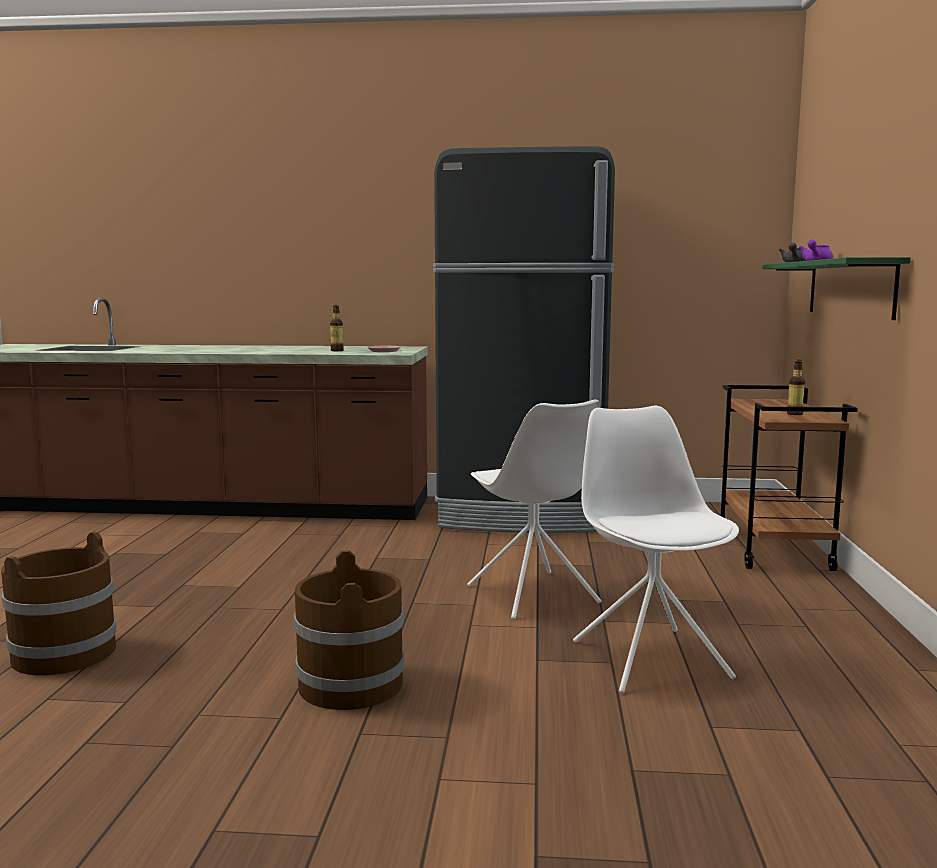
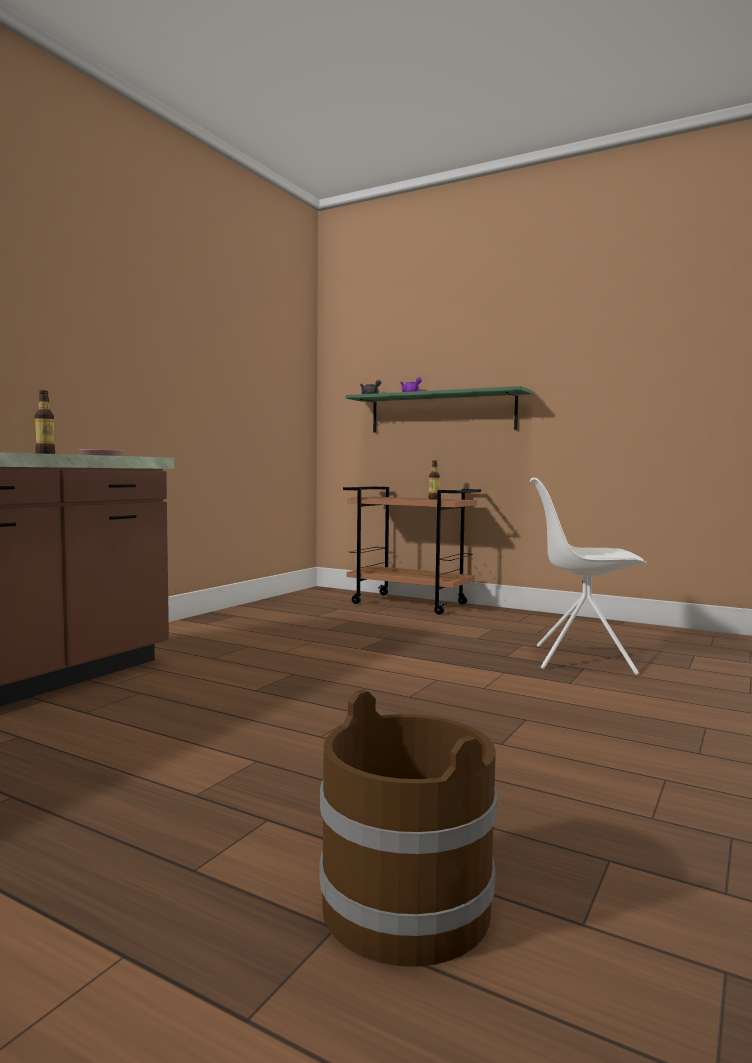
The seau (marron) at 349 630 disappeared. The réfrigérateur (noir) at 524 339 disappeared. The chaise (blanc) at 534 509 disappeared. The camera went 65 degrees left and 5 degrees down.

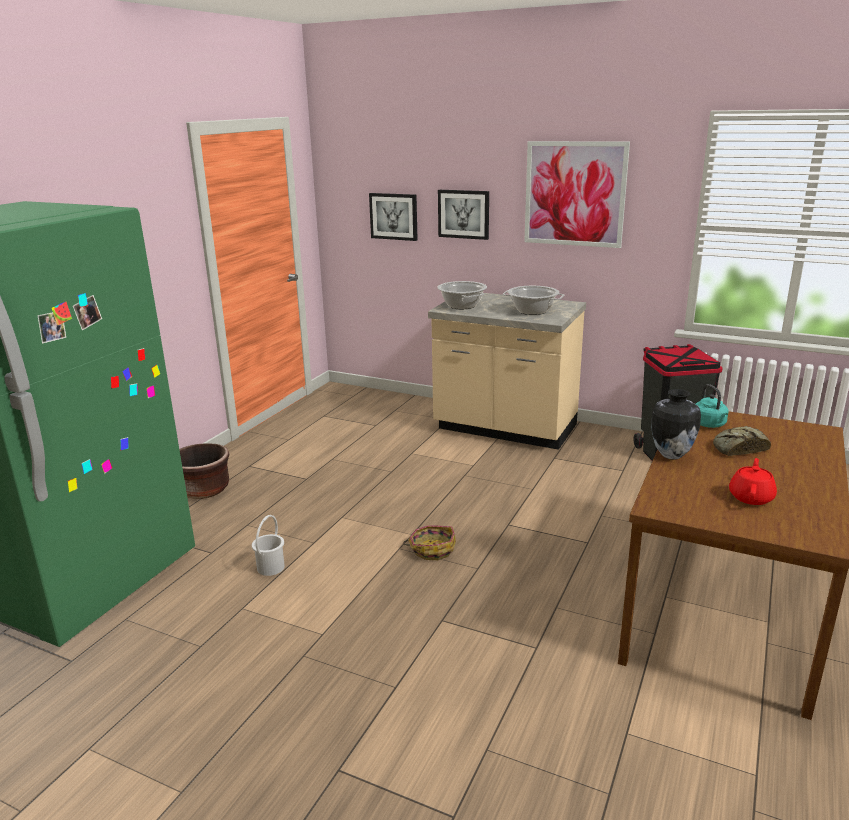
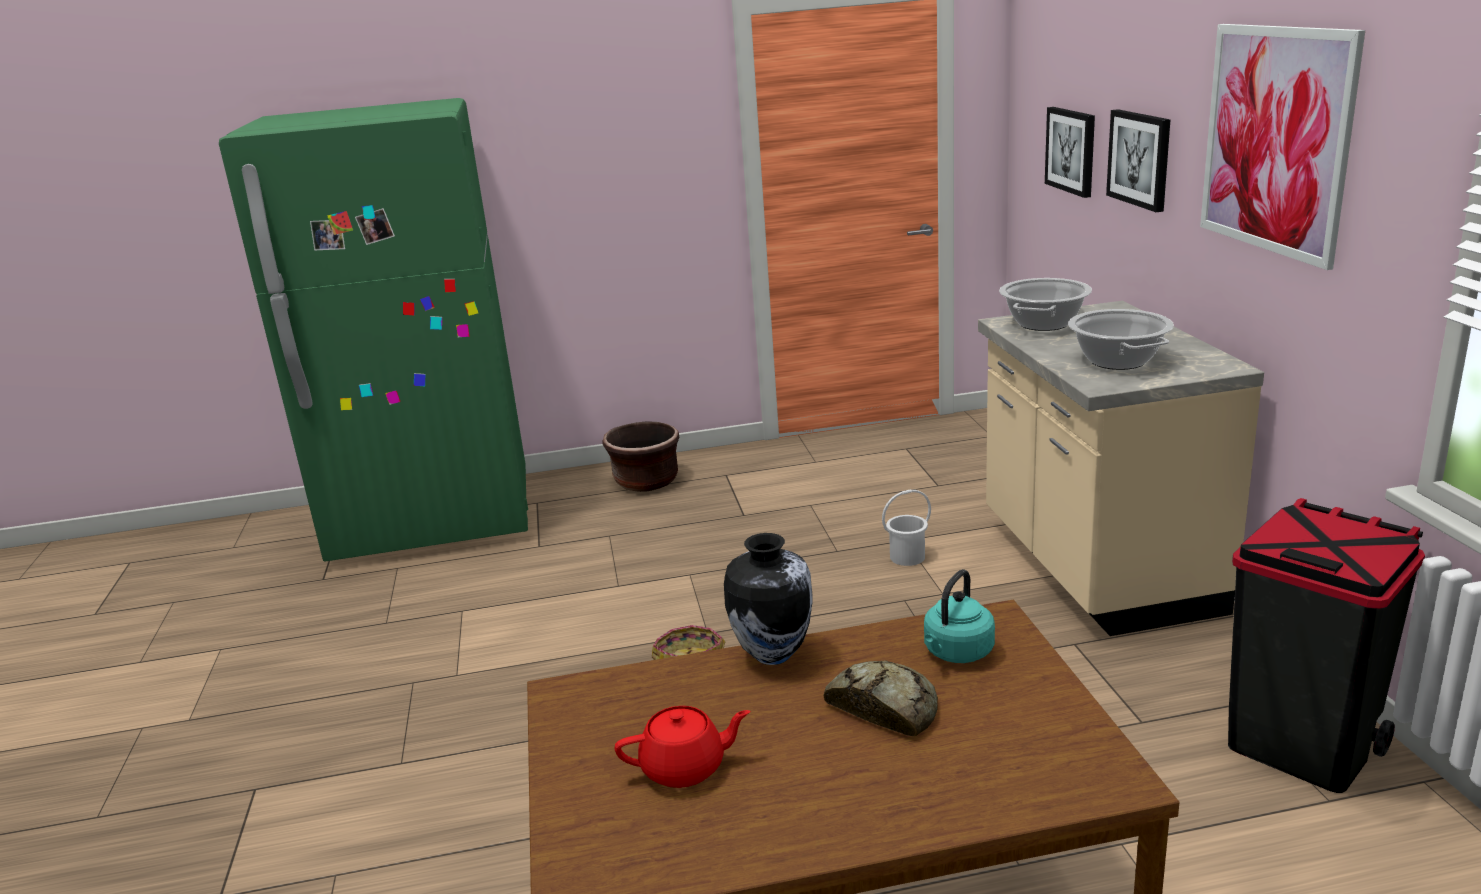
The seau (blanc) moved from 268 545 to 906 528. The camera went 55 degrees right and 0 degrees up.

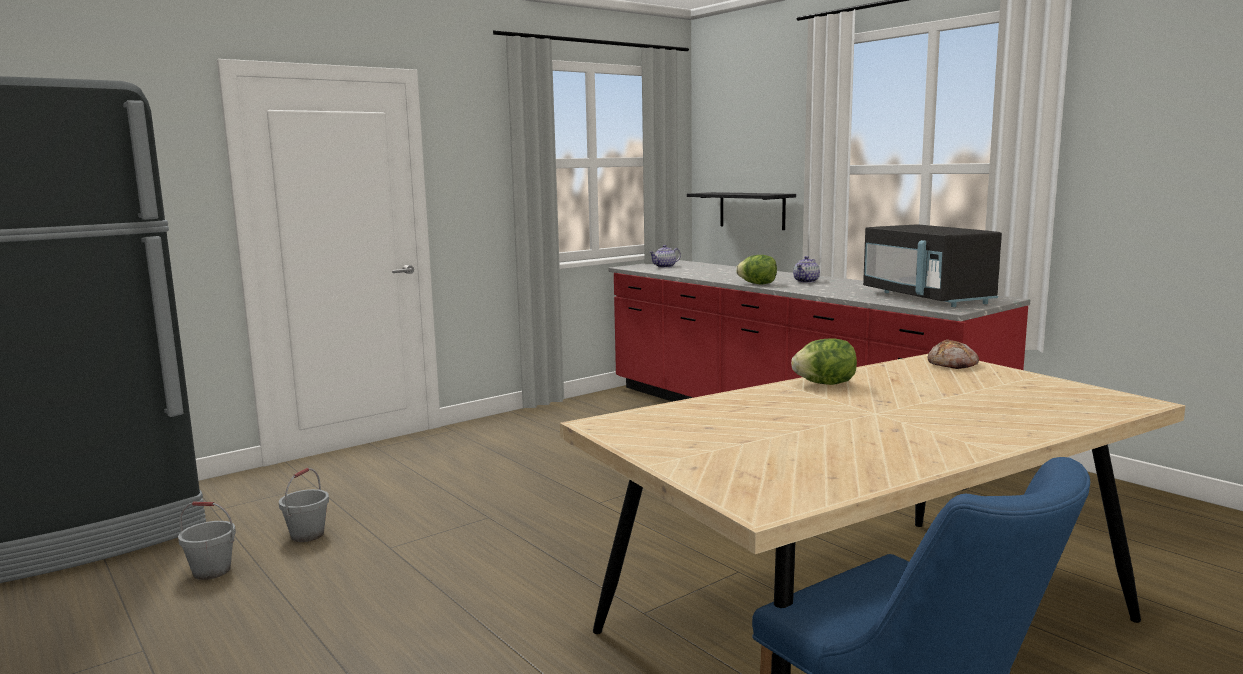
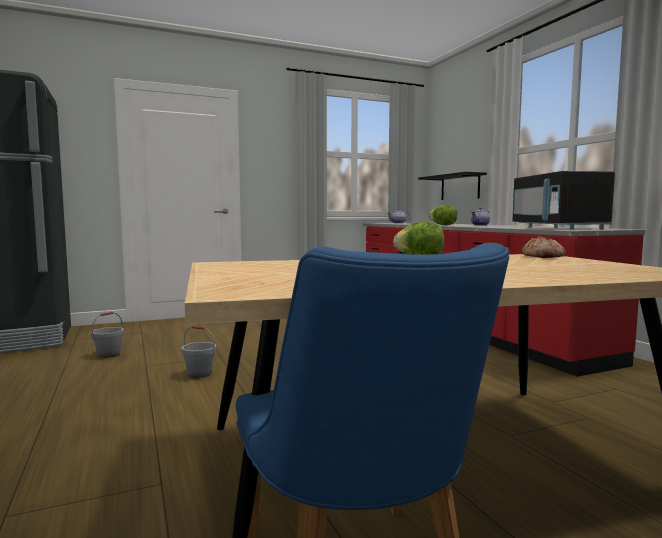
The seau (gris) moved from 207 541 to 199 352. The camera went 15 degrees right and 5 degrees down.

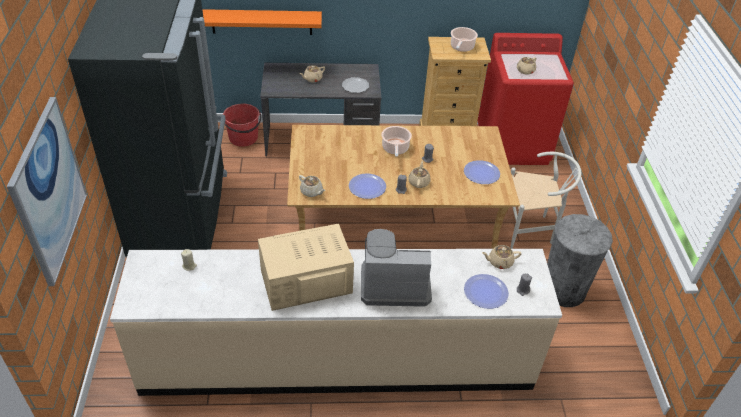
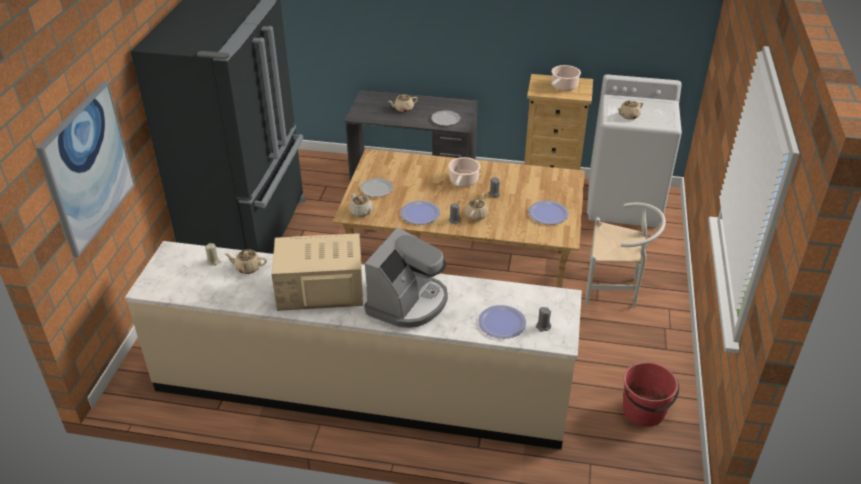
The étagère (orange) at 262 22 disappeared. The poubelle (gris) at 580 260 disappeared. The assiette at 376 187 appeared. The seau (rouge) moved from 242 125 to 651 394. The théière (beige) moved from 501 257 to 246 261. The lave-linge (rouge) at 526 99 became the lave-linge (blanc) at 634 150. The machine à café at 396 268 turned 105 degrees clockwise. The camera went 15 degrees right and 5 degrees down.

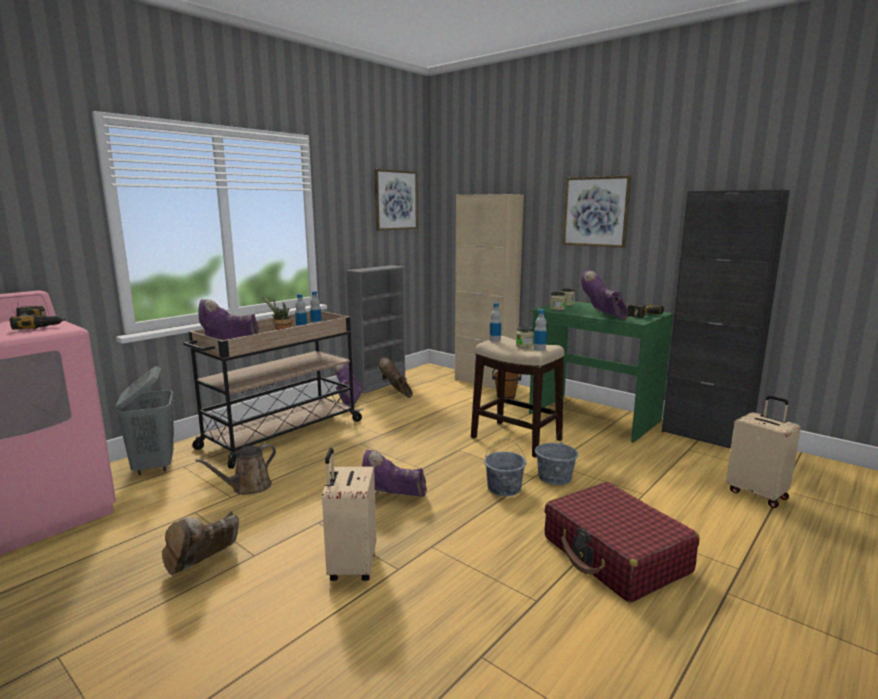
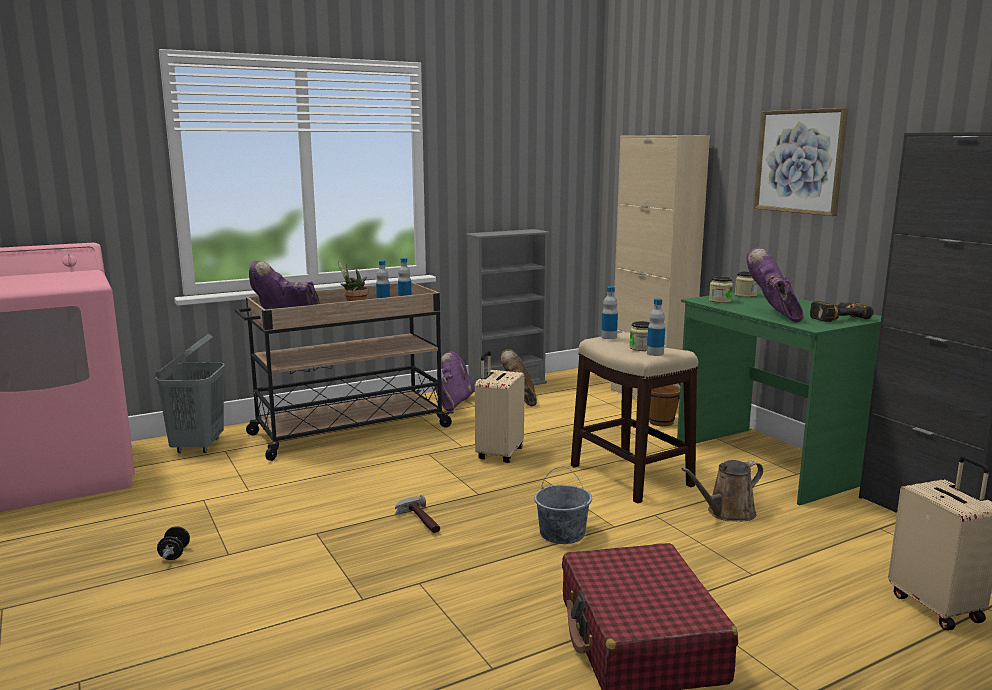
The perceuse at 37 318 disappeared. The tableau at 396 200 disappeared. The seau (gris) at 556 457 disappeared. The arrosoir (marron) moved from 235 469 to 722 490. The valise (beige) moved from 349 514 to 500 407. The botte (marron) at 200 543 was replaced by the haltère (noir) at 173 543. The botte (violet) at 394 473 was replaced by the marteau at 417 514. The camera went 20 degrees right and 0 degrees up.

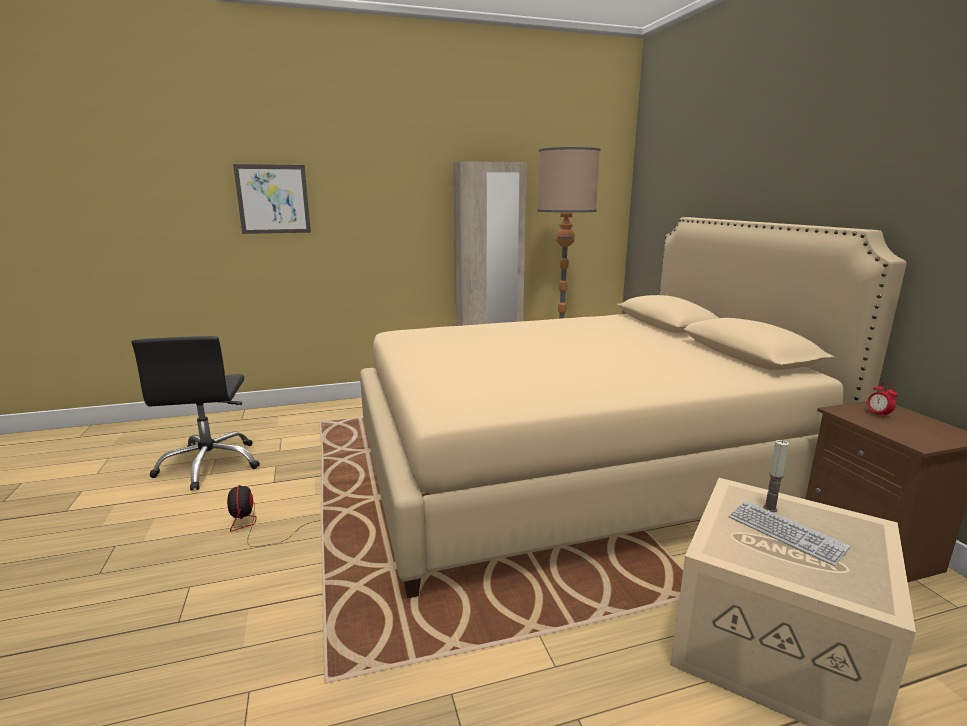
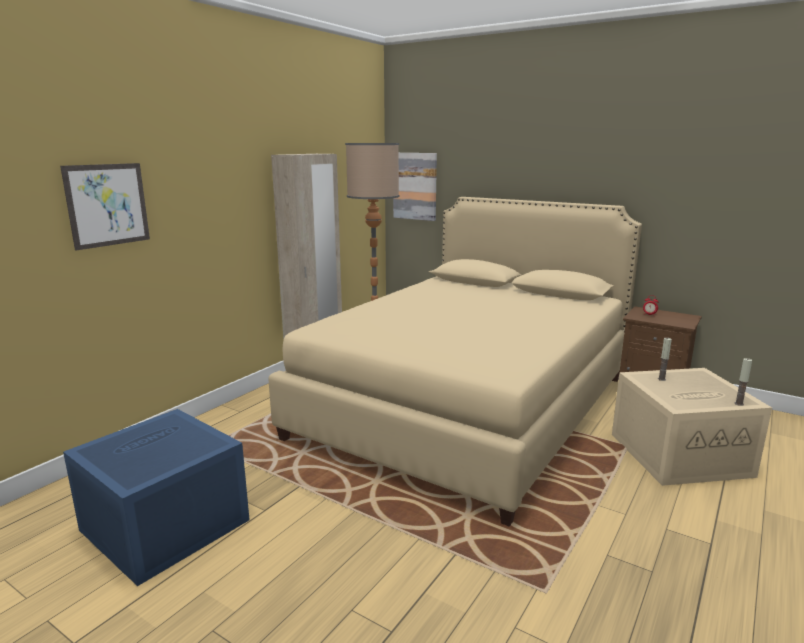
The ventilateur at 274 516 disappeared. The clavier at 789 533 disappeared. The tableau at 415 187 appeared. The bougie at 743 382 appeared. The chaise de bureau (noir) at 196 413 was replaced by the boîte de rangement (bleu) at 156 497. The camera went 40 degrees left and 0 degrees up.

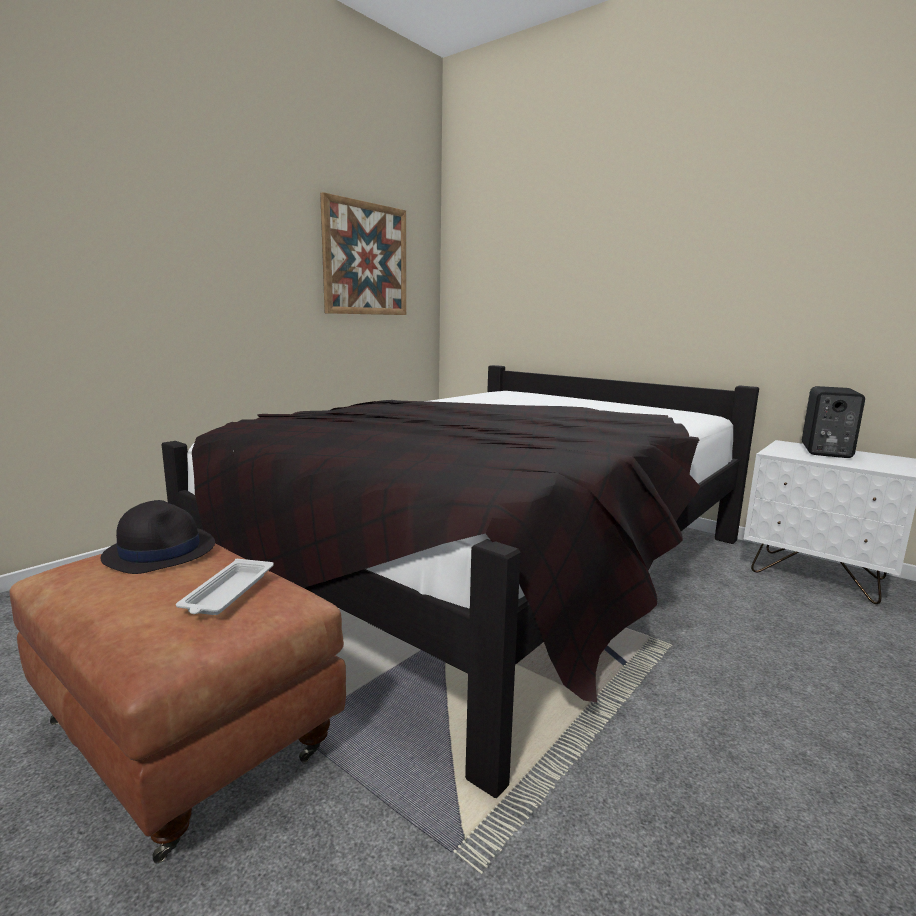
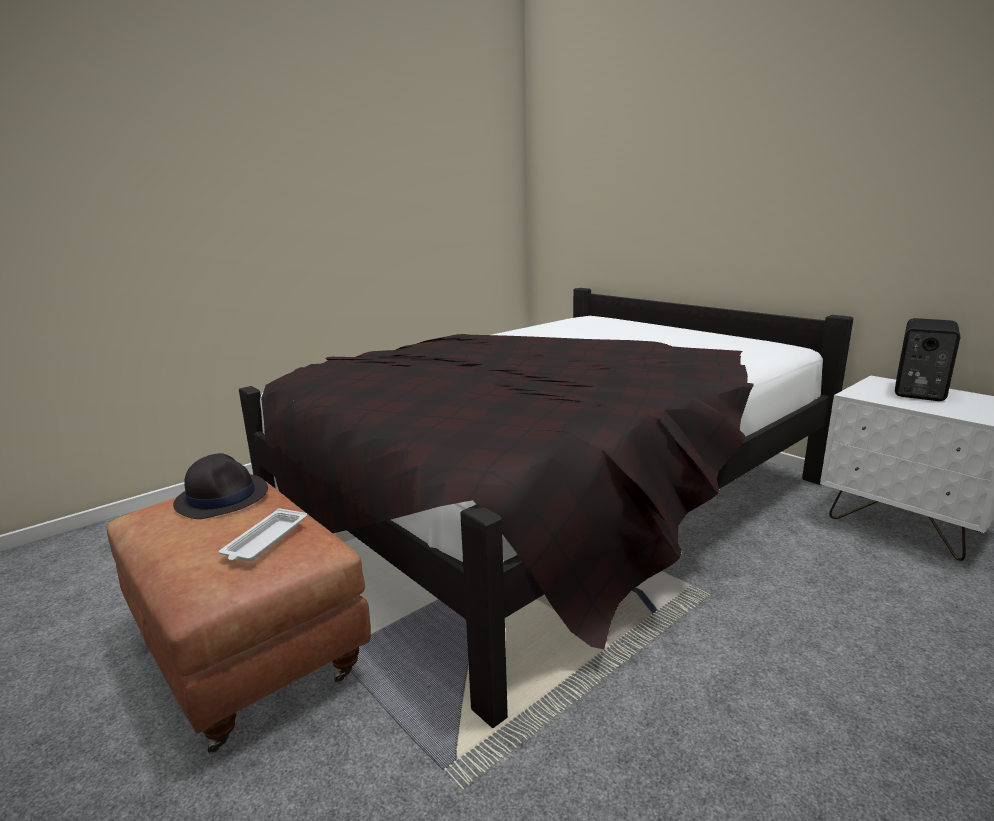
The tableau at 363 253 disappeared. The camera went 10 degrees right and 5 degrees up.

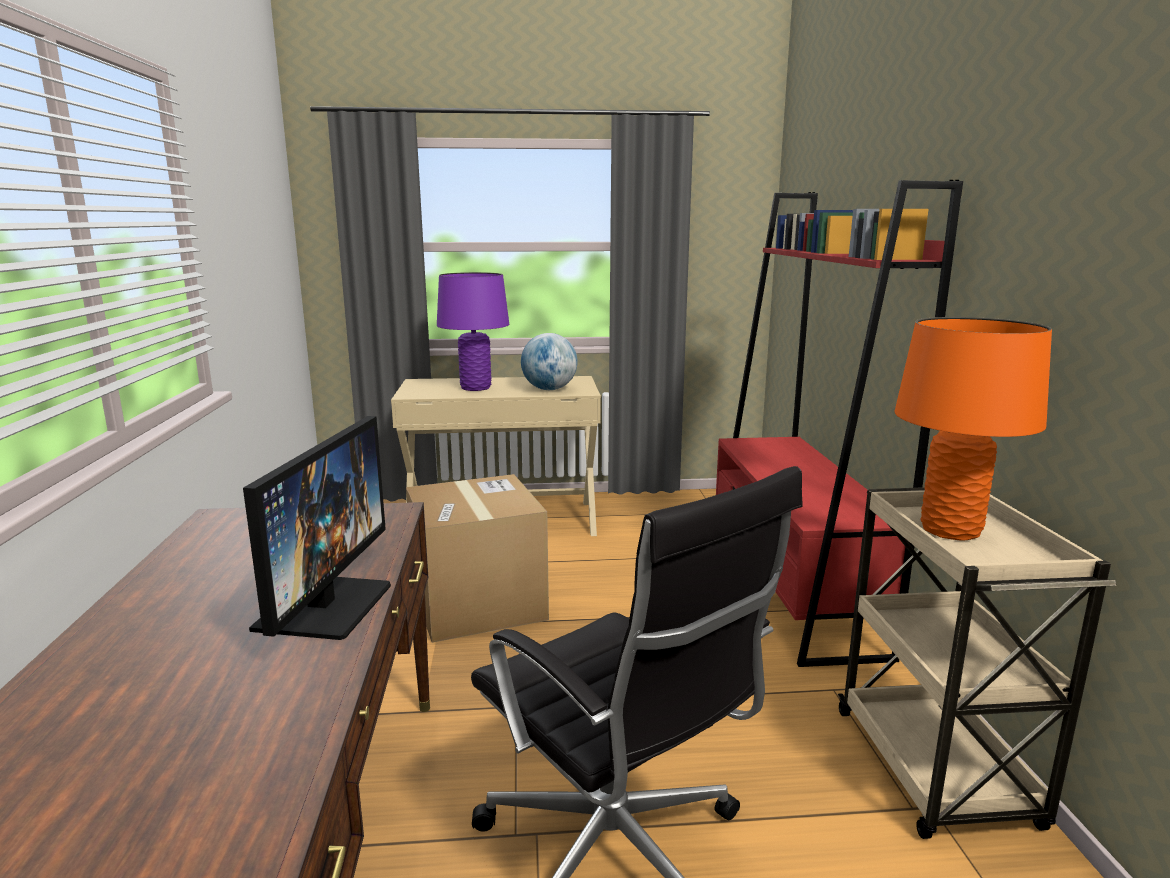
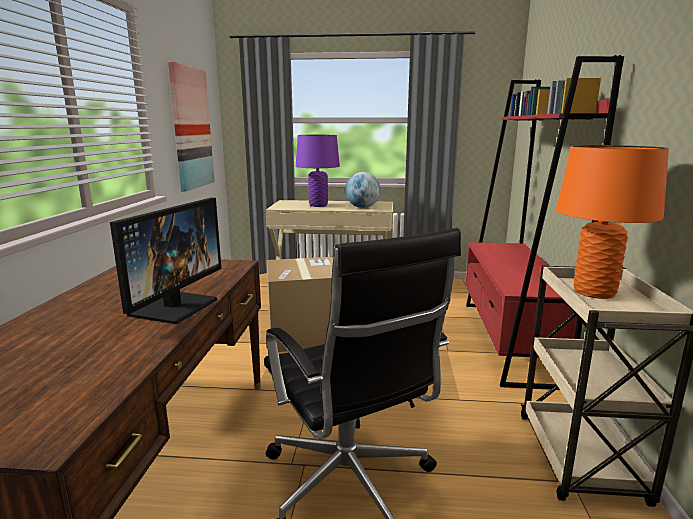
The tableau at 191 126 appeared. The camera went 10 degrees right and 0 degrees up.

